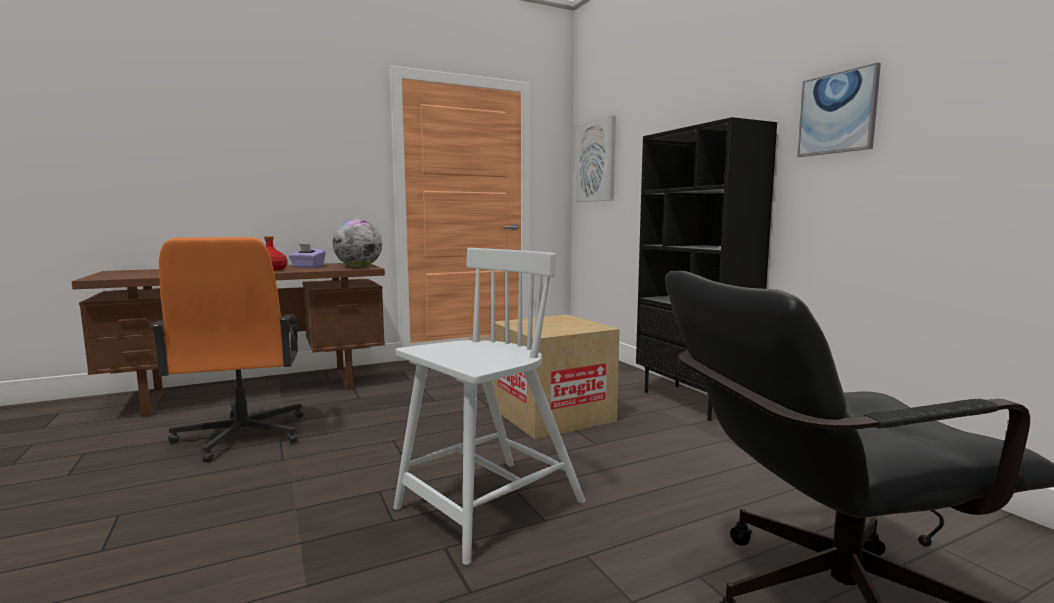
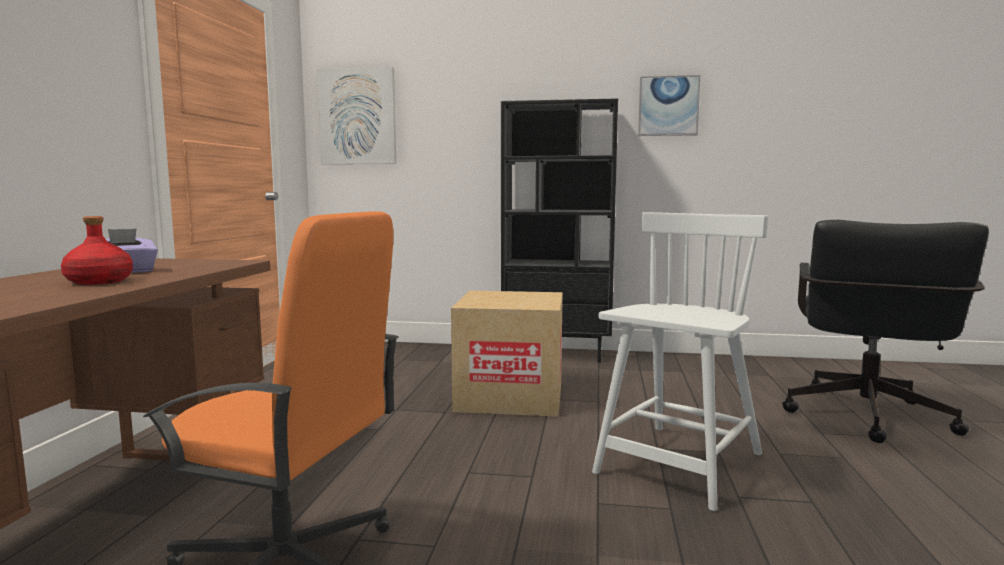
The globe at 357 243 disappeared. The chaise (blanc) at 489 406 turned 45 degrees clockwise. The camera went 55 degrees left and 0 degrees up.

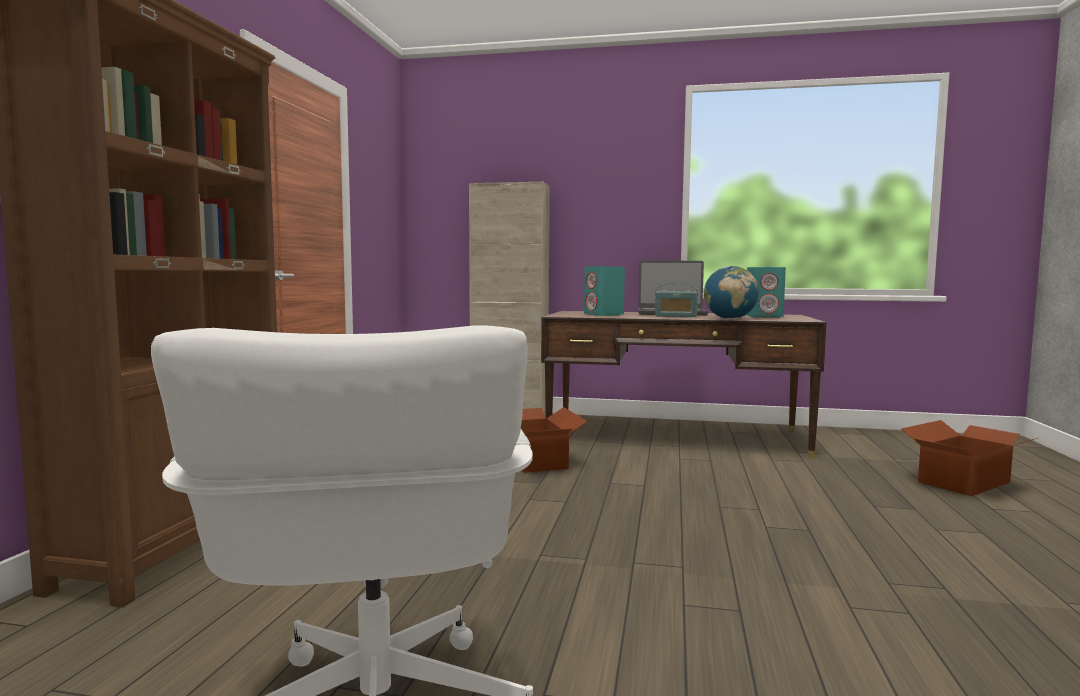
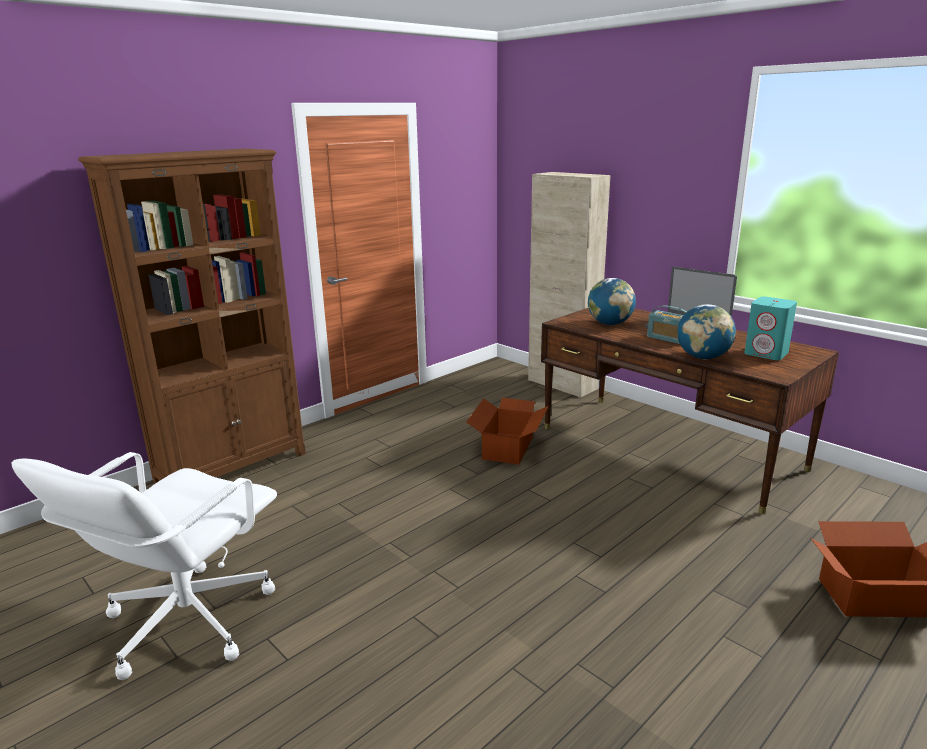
The enceinte (turquoise) at 604 291 was replaced by the globe at 612 301. The camera went 35 degrees right and 15 degrees up.

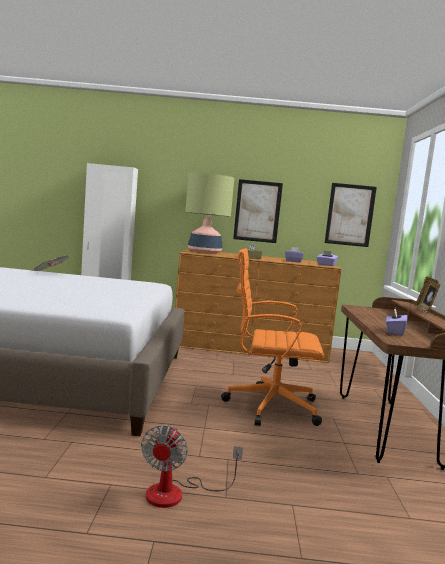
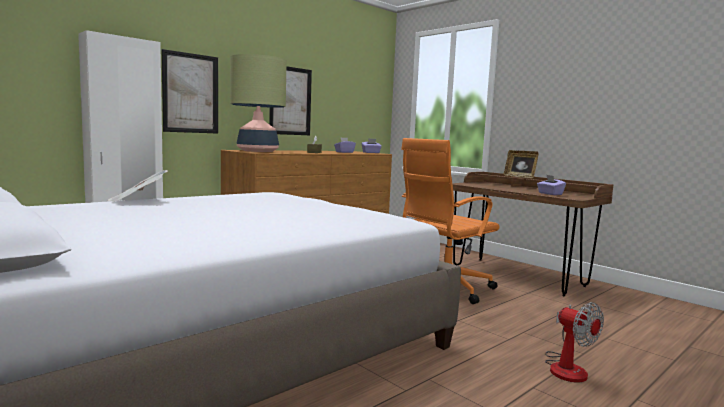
The tableau moved from 351 215 to 190 91. The camera went 45 degrees left and 0 degrees up.

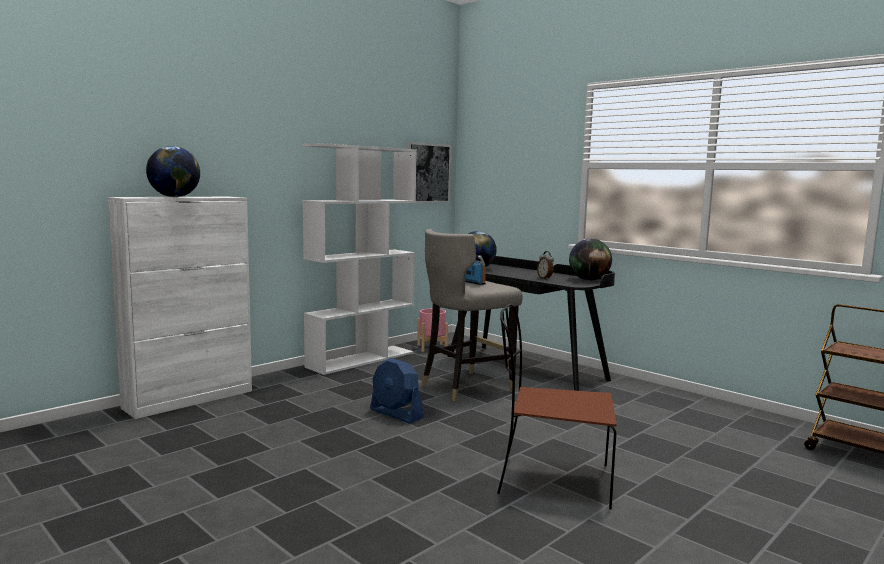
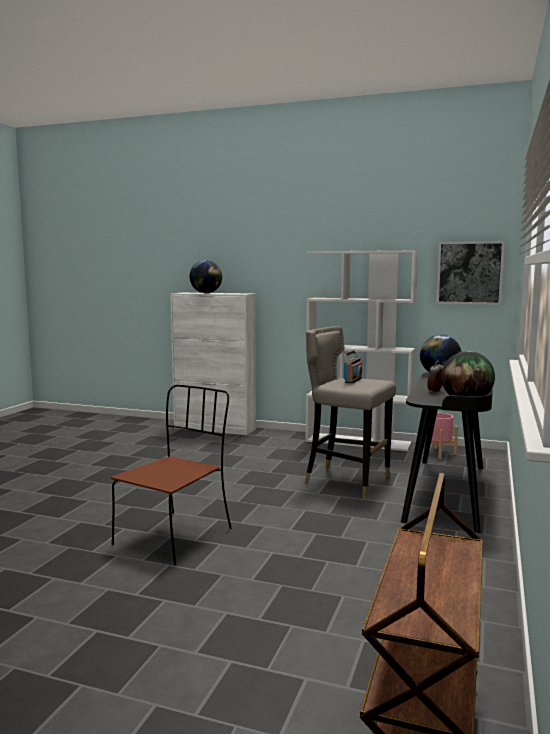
The ventilateur (bleu) at 397 390 disappeared. The chaise (marron) at 557 406 turned 45 degrees clockwise. The camera went 65 degrees right and 0 degrees up.

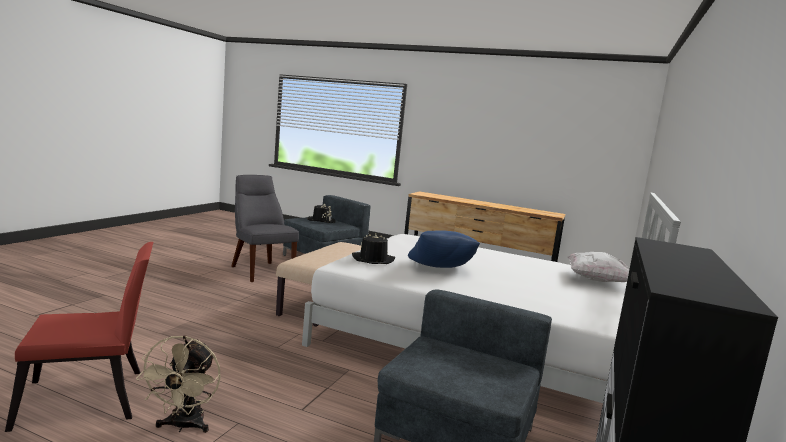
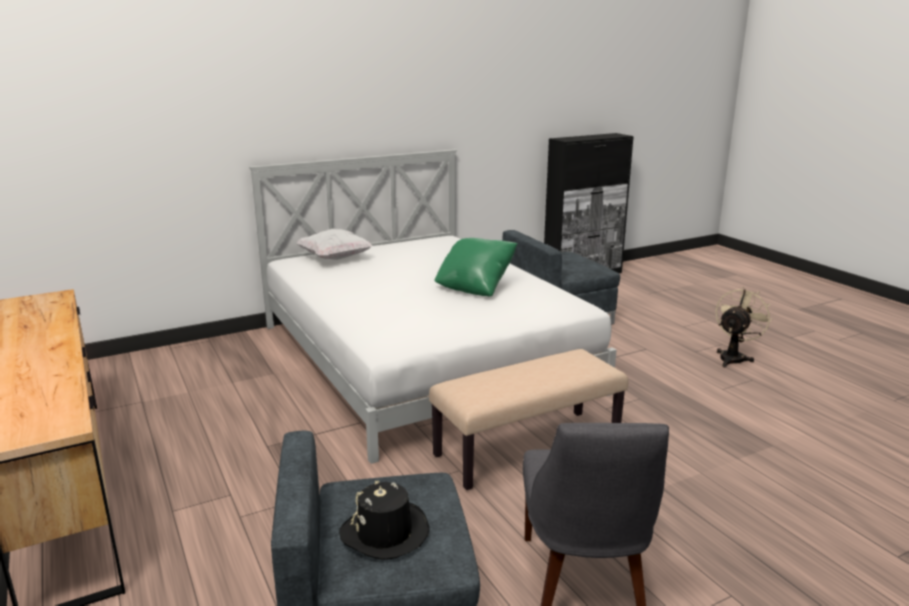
The chaise (rouge) at 79 337 disappeared. The chapeau (noir) at 373 249 disappeared. The coussin (bleu) at 444 249 became the coussin (vert) at 475 267. The camera went 140 degrees left and 10 degrees up.

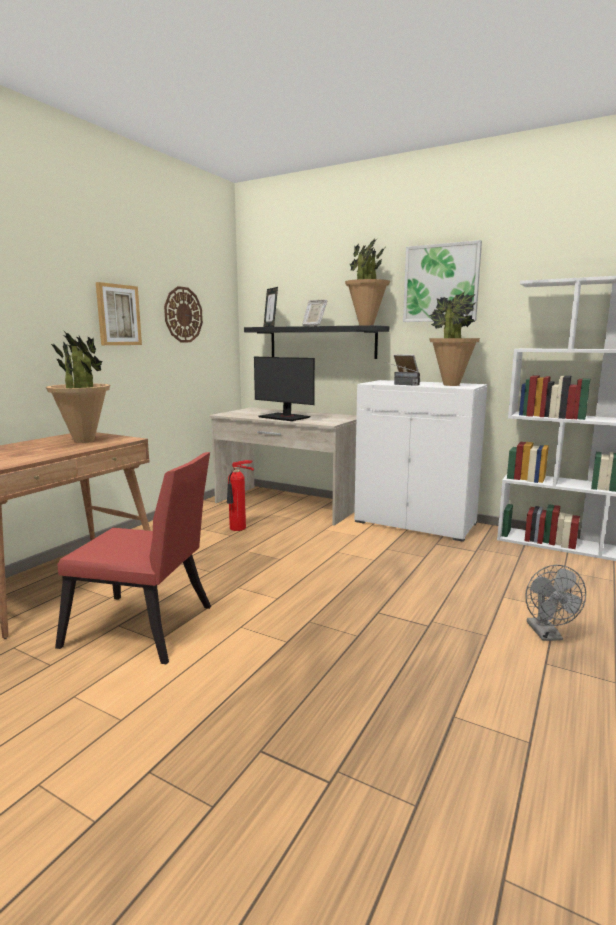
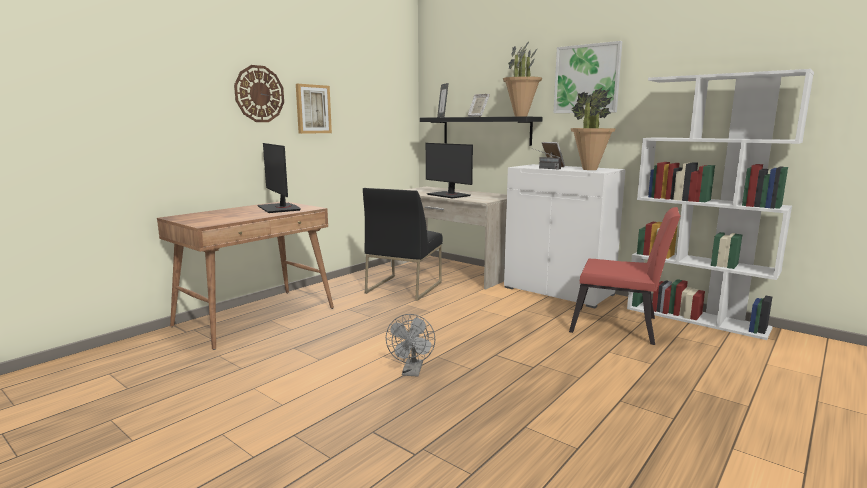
The chaise (rouge) moved from 133 558 to 624 276. The horloge murale moved from 183 314 to 259 93. The ventilateur (gris) moved from 555 603 to 410 345. The plante en pot at 78 386 was replaced by the écran d'ordinateur at 279 178. The extincteur at 240 495 was replaced by the chaise (noir) at 403 244. The camera went 10 degrees right and 0 degrees up.

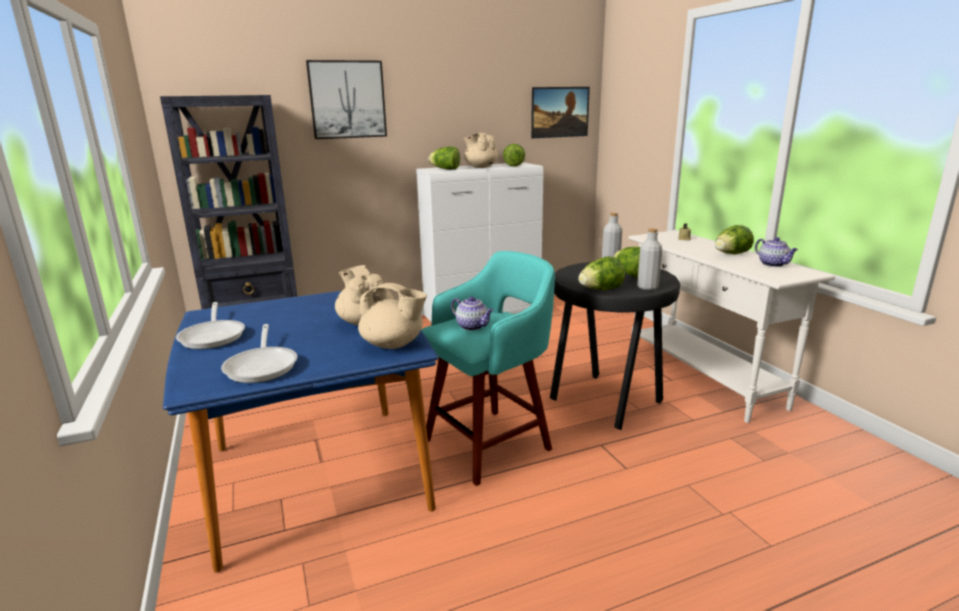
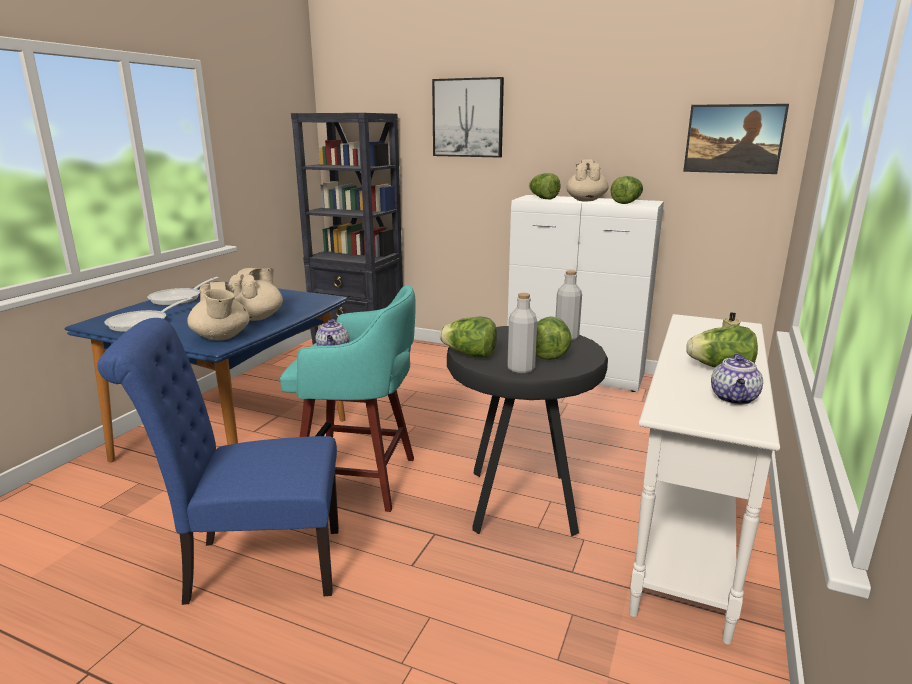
The chaise (bleu) at 218 461 appeared. The camera went 45 degrees right and 0 degrees up.

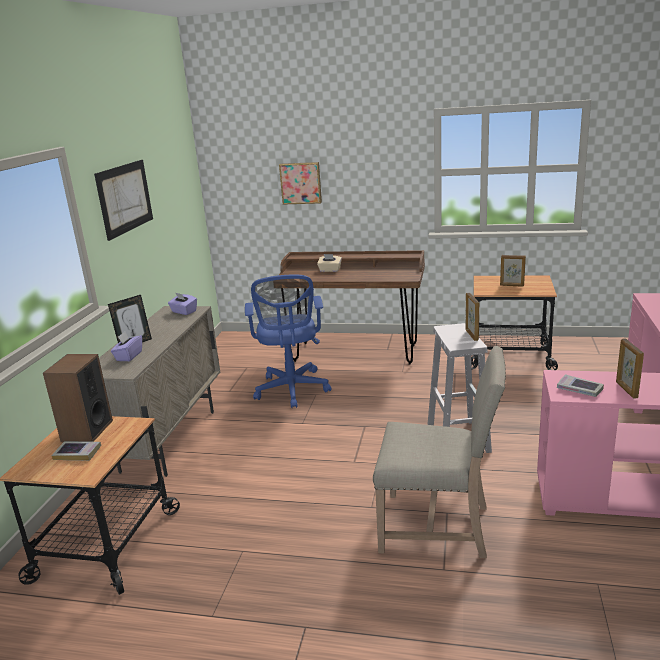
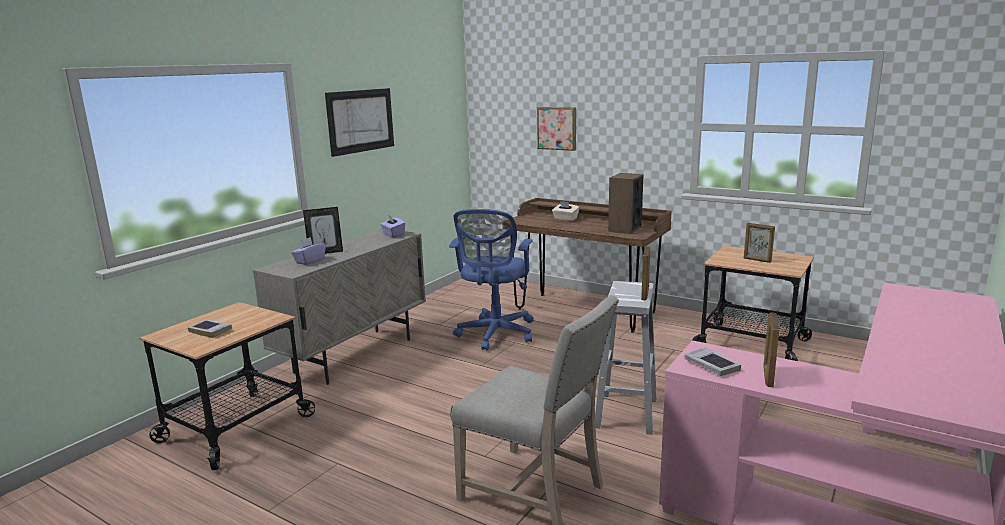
The enceinte moved from 78 398 to 625 203. The camera went 20 degrees right and 5 degrees down.

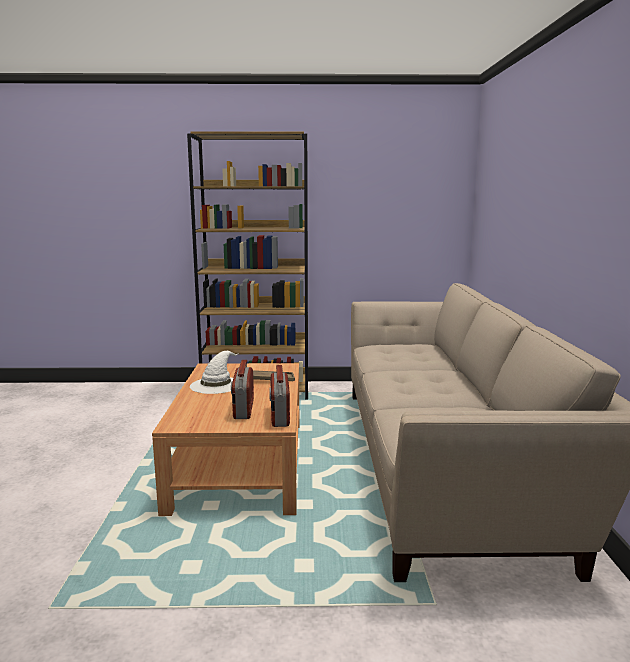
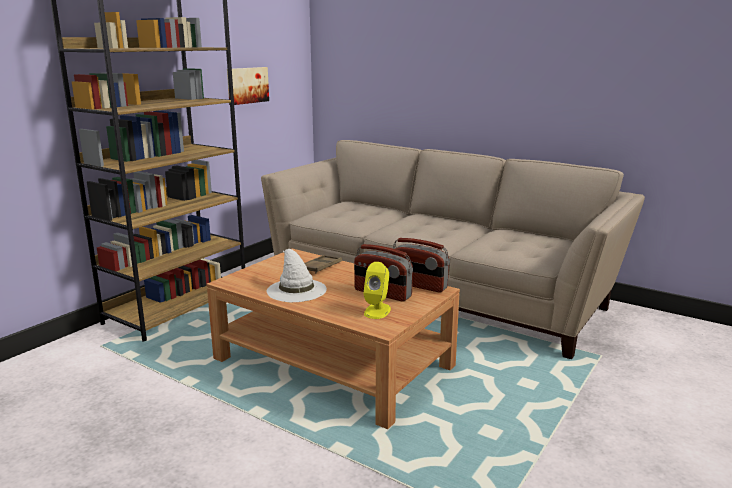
The tableau at 248 86 appeared. The enceinte (jaune) at 377 290 appeared. The camera went 55 degrees left and 5 degrees up.

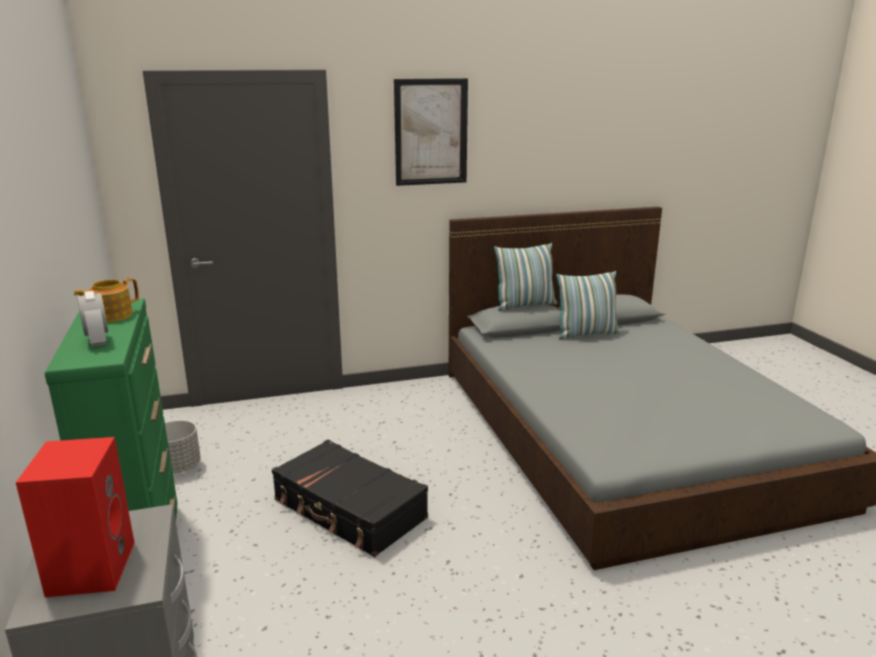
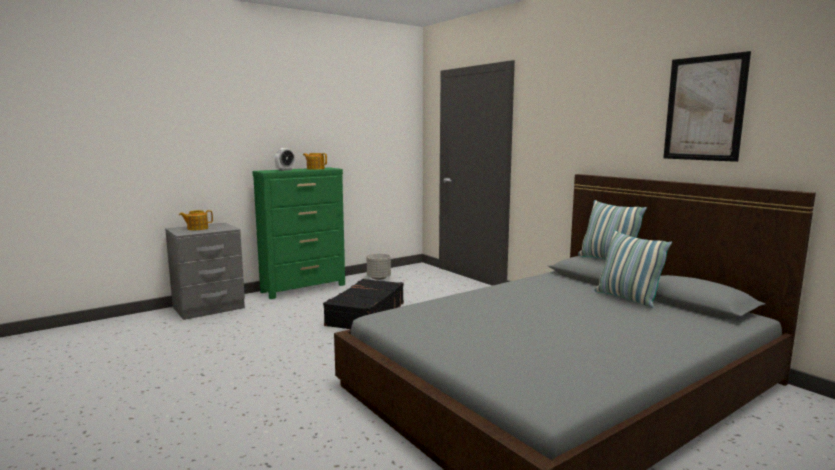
The tableau moved from 431 132 to 707 106. The enceinte (rouge) at 75 517 was replaced by the théière at 196 220. The camera went 70 degrees right and 10 degrees down.

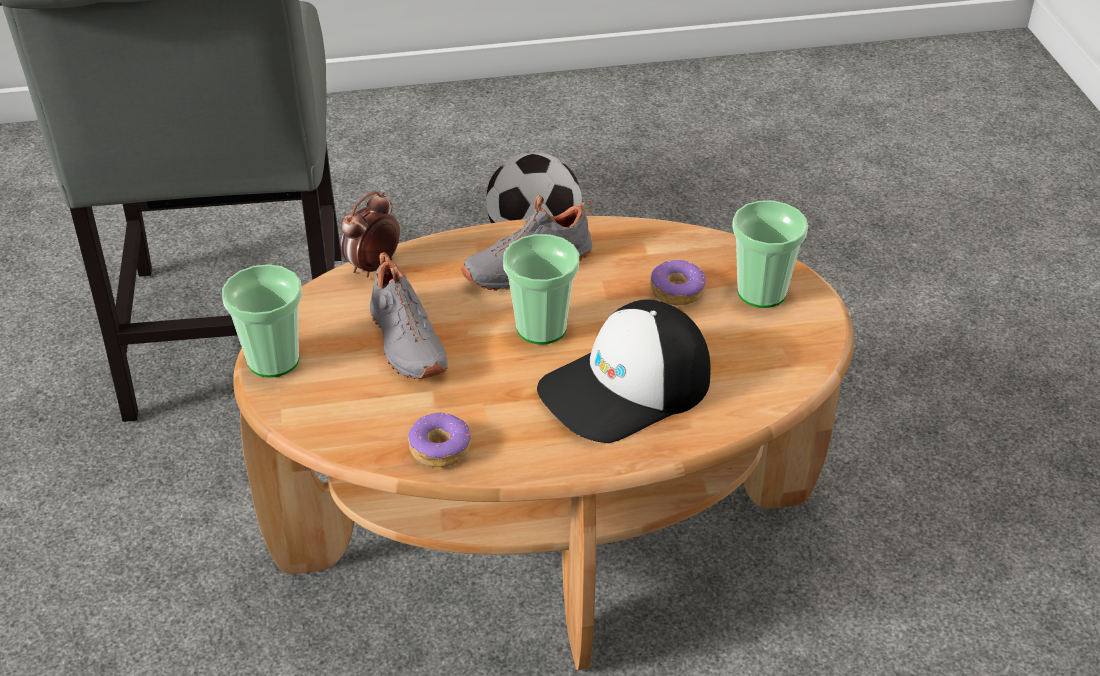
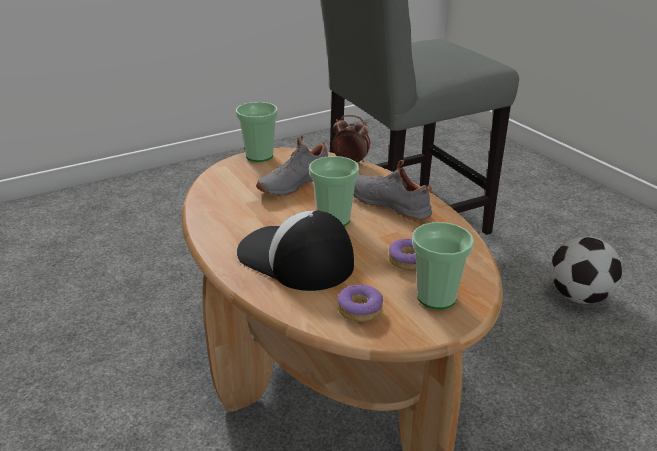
The beignet moved from 439 440 to 360 303. The camera went 70 degrees right and 10 degrees down.

